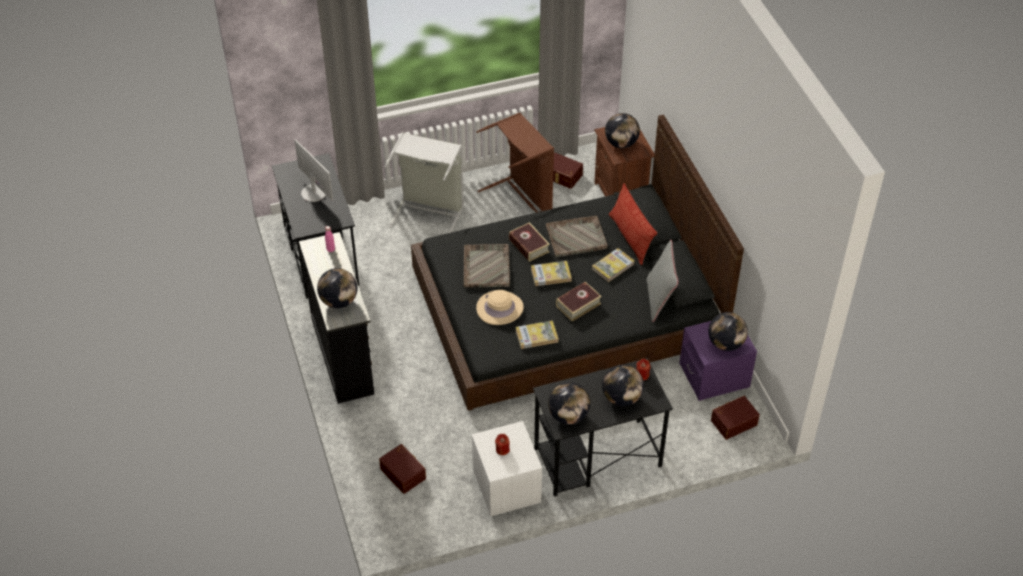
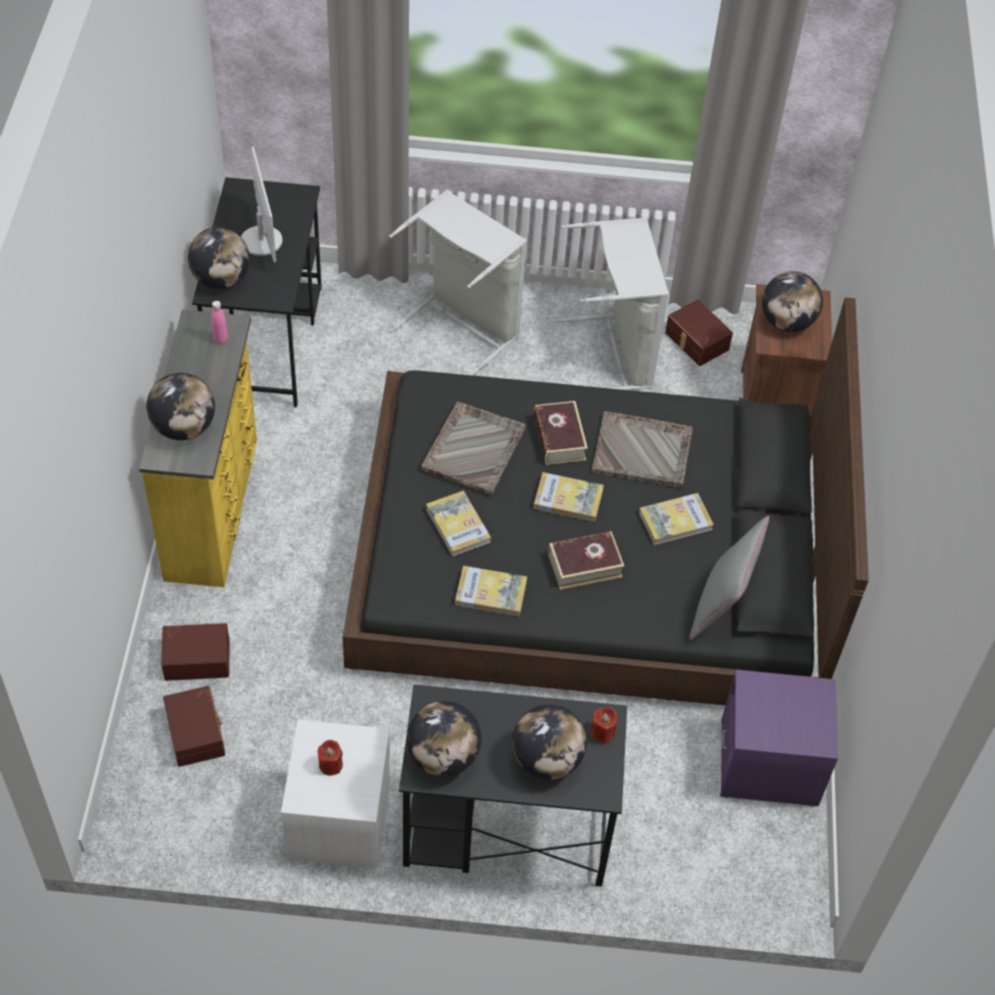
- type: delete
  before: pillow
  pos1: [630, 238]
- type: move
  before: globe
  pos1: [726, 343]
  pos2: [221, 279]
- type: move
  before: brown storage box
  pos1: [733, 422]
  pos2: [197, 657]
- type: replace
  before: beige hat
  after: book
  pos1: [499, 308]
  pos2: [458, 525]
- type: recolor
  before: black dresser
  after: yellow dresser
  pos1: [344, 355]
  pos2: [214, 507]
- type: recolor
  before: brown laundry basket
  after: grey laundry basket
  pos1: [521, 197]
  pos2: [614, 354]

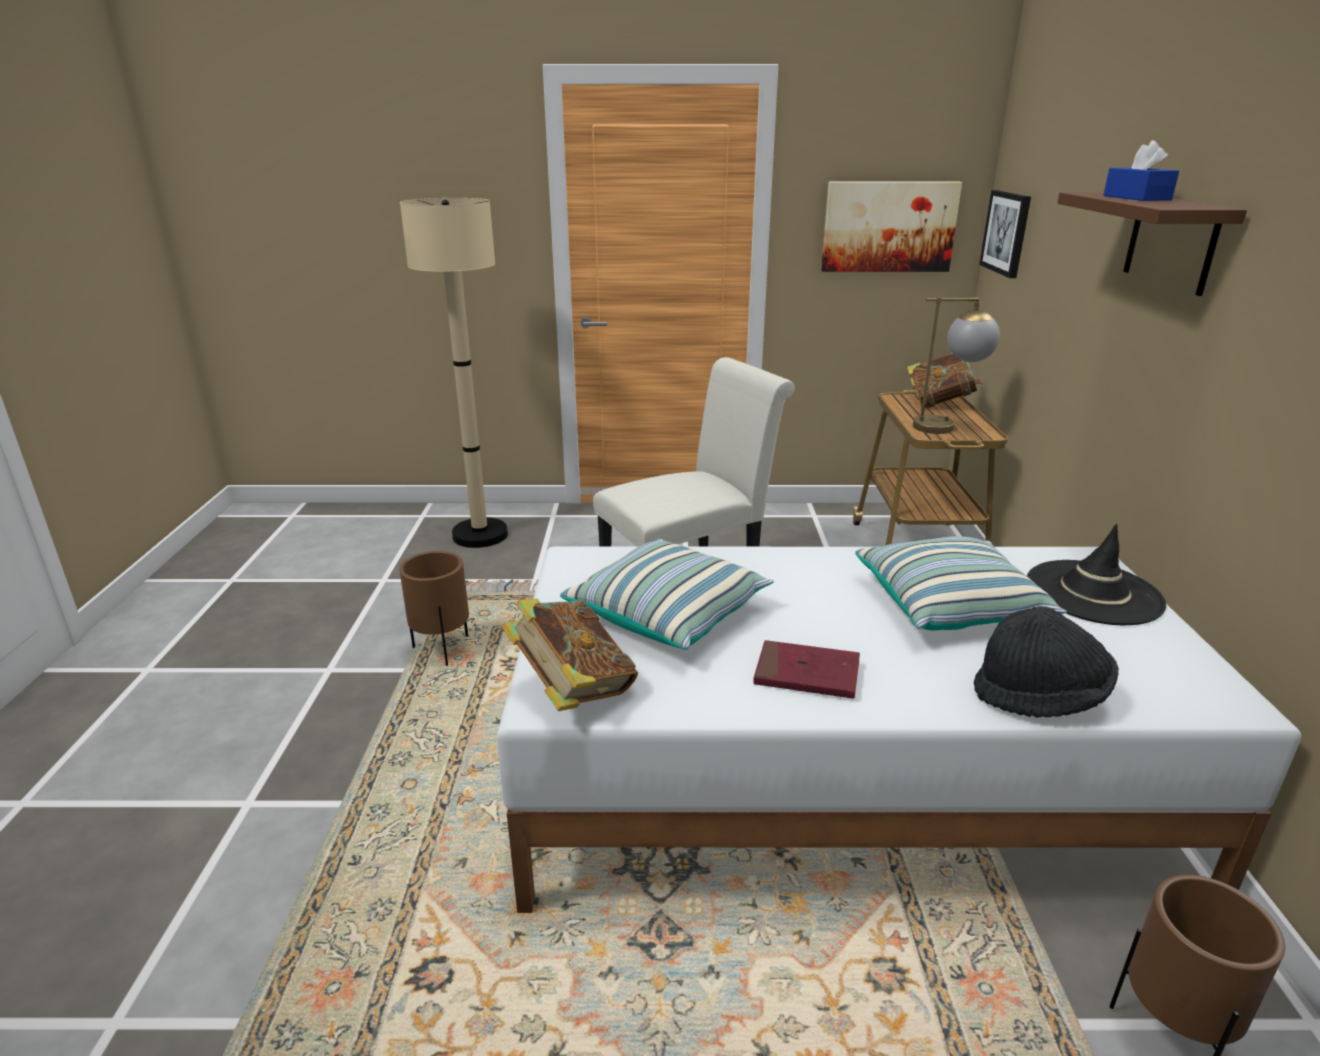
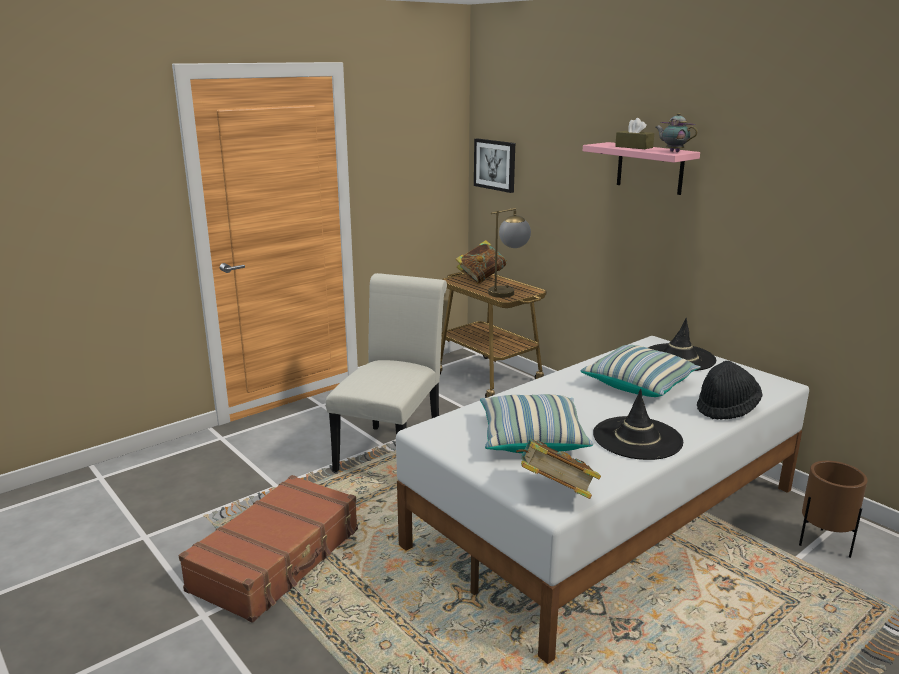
- type: delete
  before: beige floor lamp
  pos1: [480, 535]
- type: delete
  before: picture
  pos1: [888, 227]
- type: insert
  after: teapot
  pos2: [673, 151]
- type: replace
  before: brown planter
  after: brown suitcase
  pos1: [443, 650]
  pos2: [277, 559]
- type: replace
  before: red book
  after: black hat
  pos1: [806, 674]
  pos2: [637, 438]
- type: recolor
  before: brown shelf
  after: pink shelf
  pos1: [1171, 242]
  pos2: [650, 168]
- type: recolor
  before: blue tissue box
  after: brown tissue box
  pos1: [1136, 198]
  pos2: [634, 147]

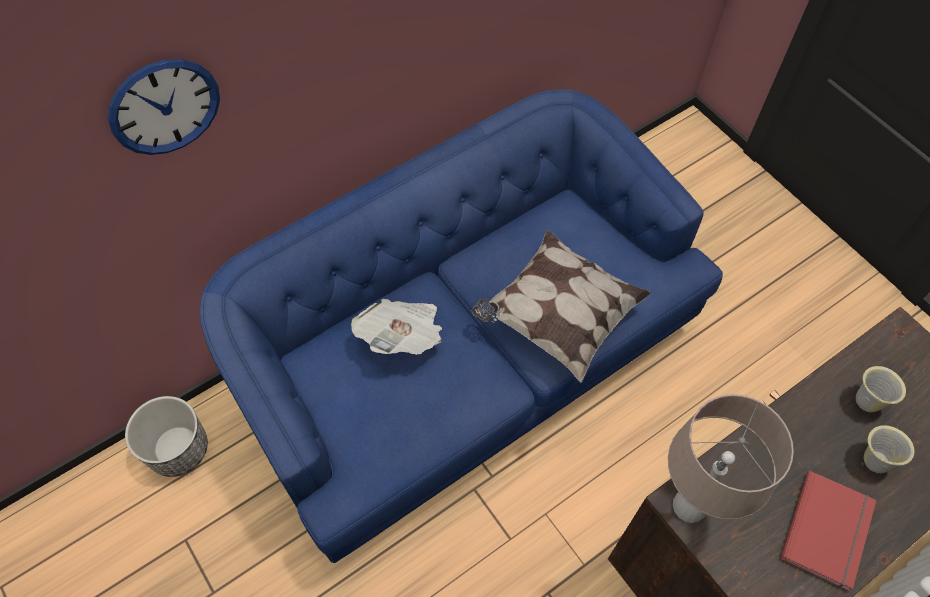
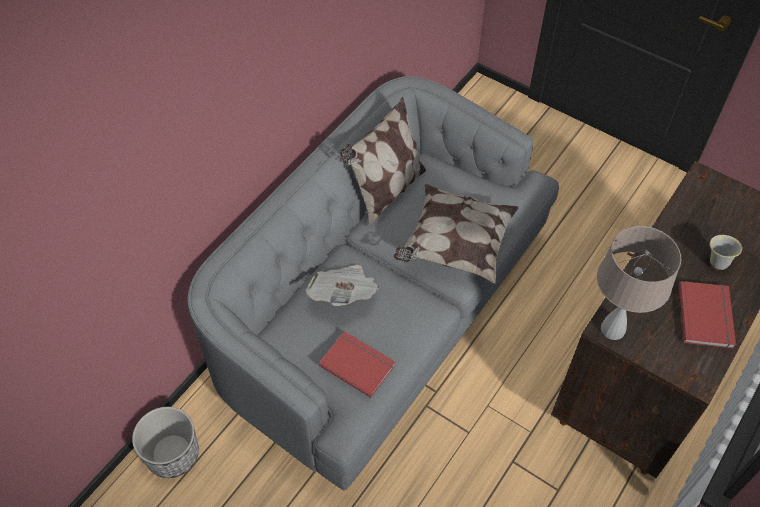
- type: delete
  before: wall clock
  pos1: [164, 107]
- type: delete
  before: beige mug
  pos1: [867, 400]
- type: insert
  after: red book
  pos2: [358, 363]
- type: insert
  after: pillow
  pos2: [385, 192]
- type: recolor
  before: blue sofa
  after: grey sofa
  pos1: [466, 361]
  pos2: [380, 313]

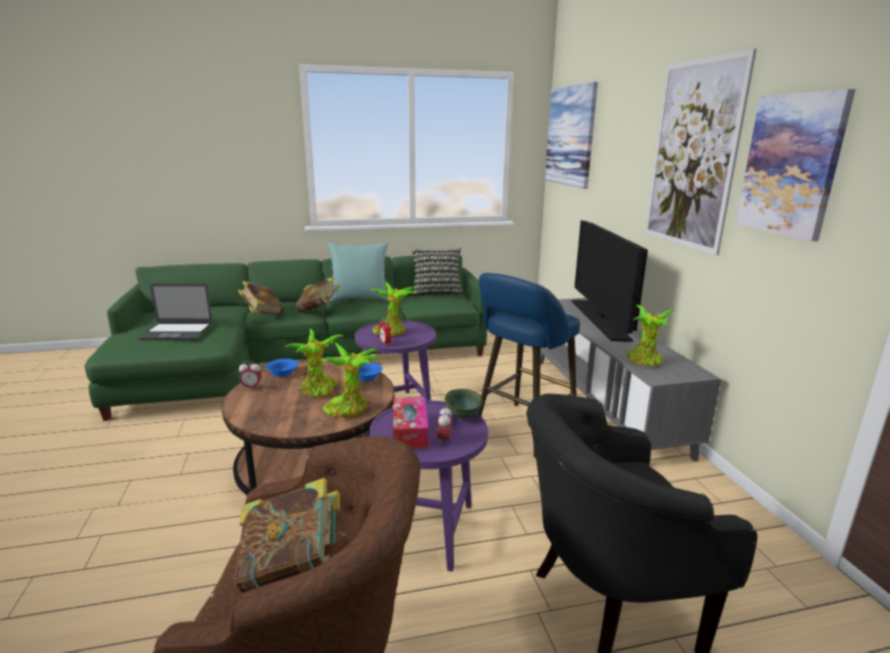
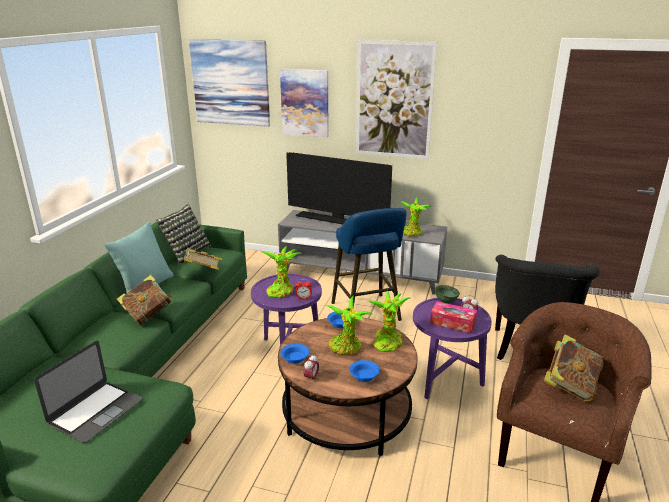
- type: insert
  after: blue bowl
  pos2: [364, 375]
- type: move
  before: book
  pos1: [262, 314]
  pos2: [203, 272]
- type: move
  before: picture
  pos1: [791, 165]
  pos2: [305, 103]

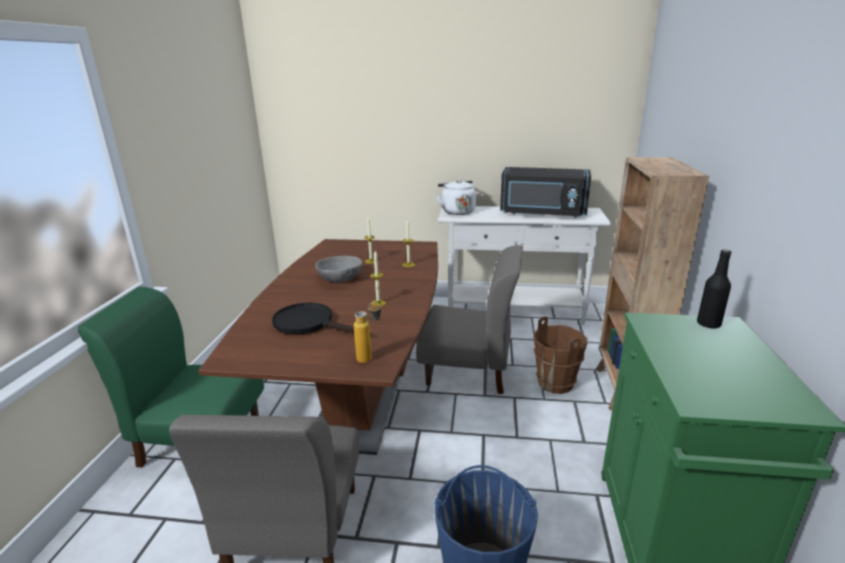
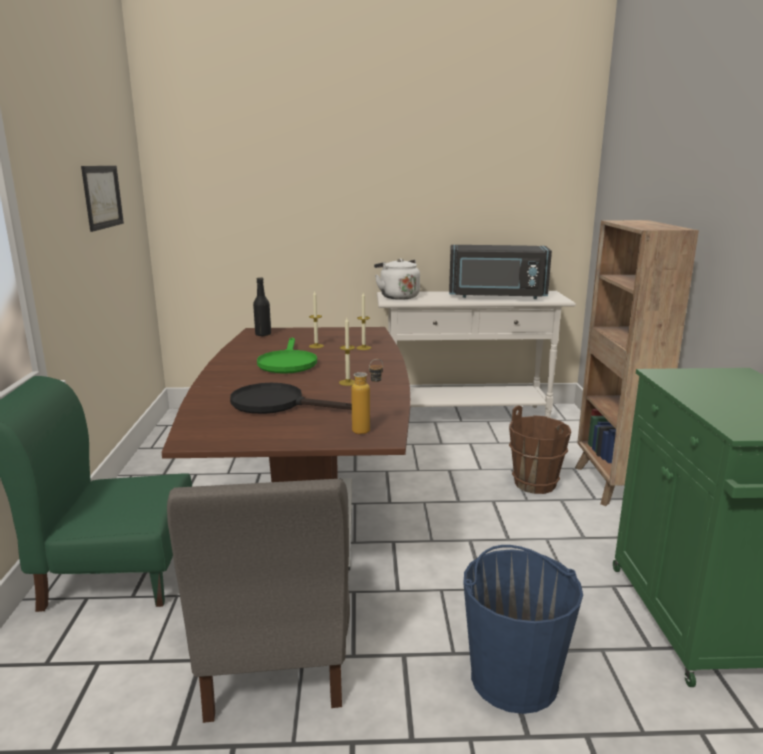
- type: delete
  before: grey chair
  pos1: [468, 370]
- type: insert
  after: picture
  pos2: [102, 197]
- type: move
  before: black bottle
  pos1: [708, 324]
  pos2: [263, 335]
- type: replace
  before: grey bowl
  after: green frying pan
  pos1: [339, 278]
  pos2: [287, 363]

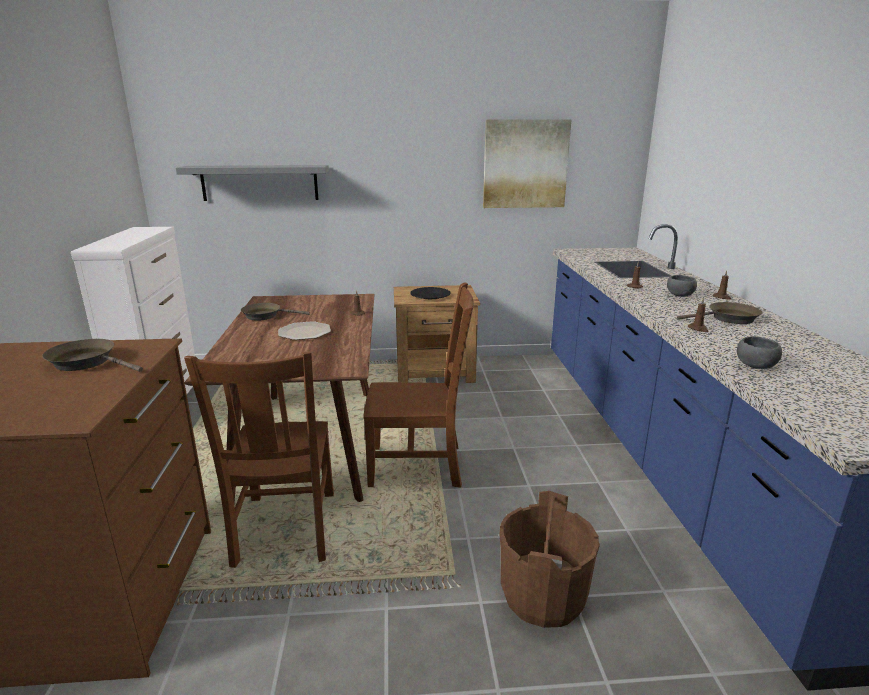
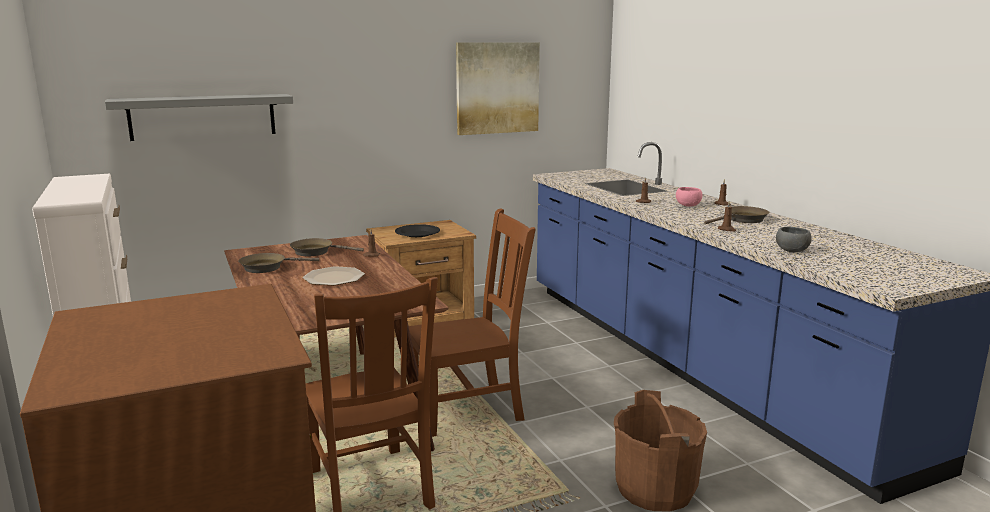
- type: move
  before: brown frying pan
  pos1: [87, 362]
  pos2: [316, 252]
- type: recolor
  before: grey bowl
  after: pink bowl
  pos1: [679, 295]
  pos2: [687, 206]

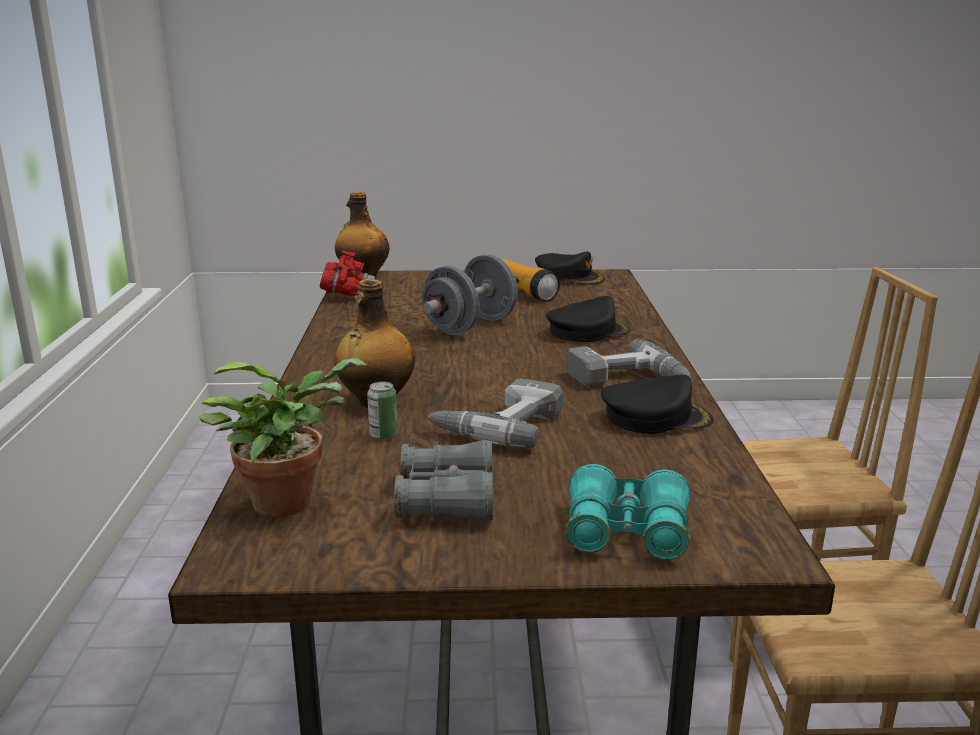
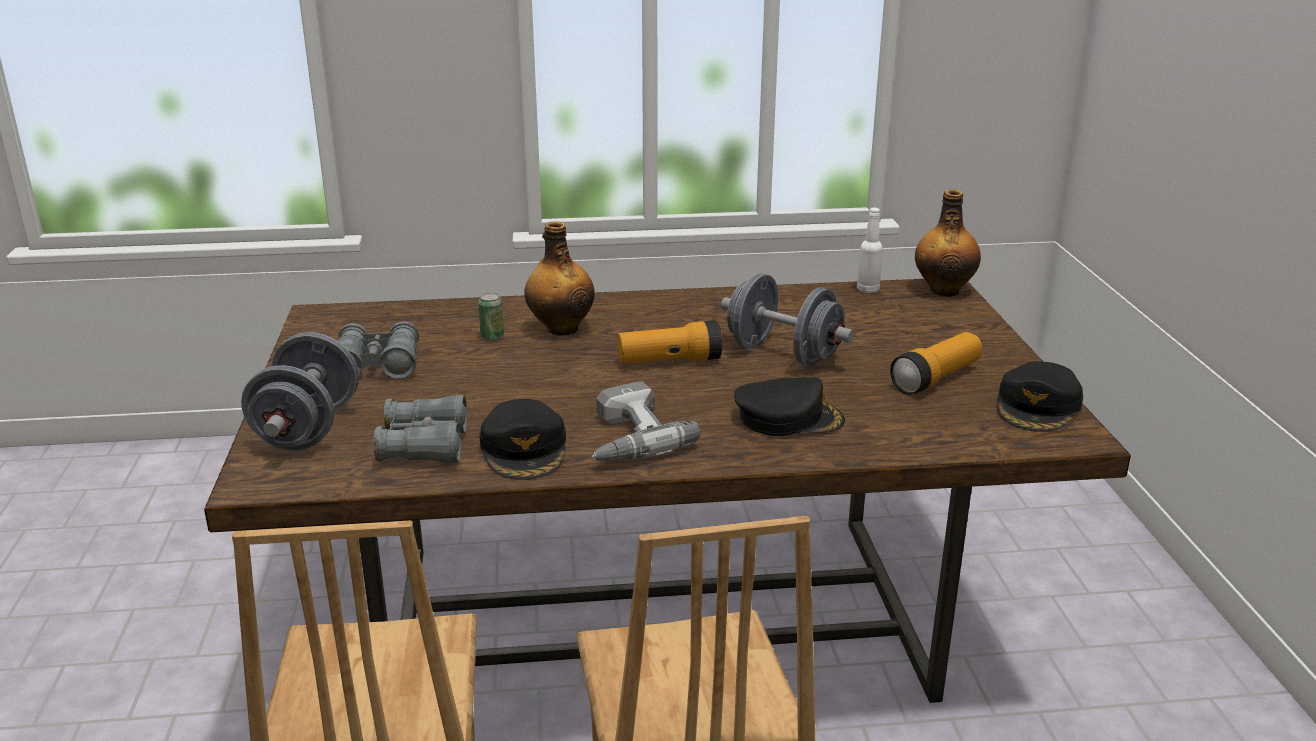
- type: delete
  before: potted plant
  pos1: [290, 500]
- type: delete
  before: power drill
  pos1: [499, 424]
- type: insert
  after: grey binoculars
  pos2: [424, 446]
- type: insert
  after: flashlight
  pos2: [669, 361]
- type: replace
  before: red binoculars
  after: white bottle
  pos1: [348, 294]
  pos2: [868, 290]
- type: replace
  before: turquoise binoculars
  after: grey dumbbell
  pos1: [626, 532]
  pos2: [307, 429]
- type: rotate
  before: black cap
  pos1: [587, 331]
  pos2: [788, 418]
  turn: -60

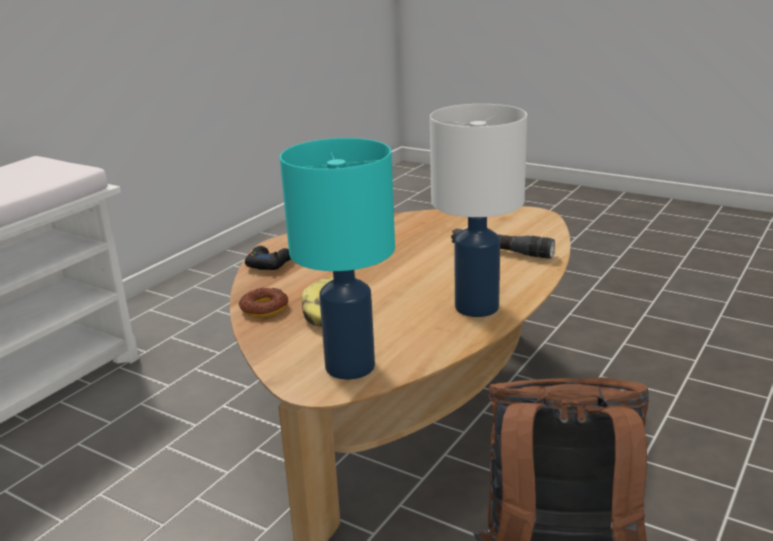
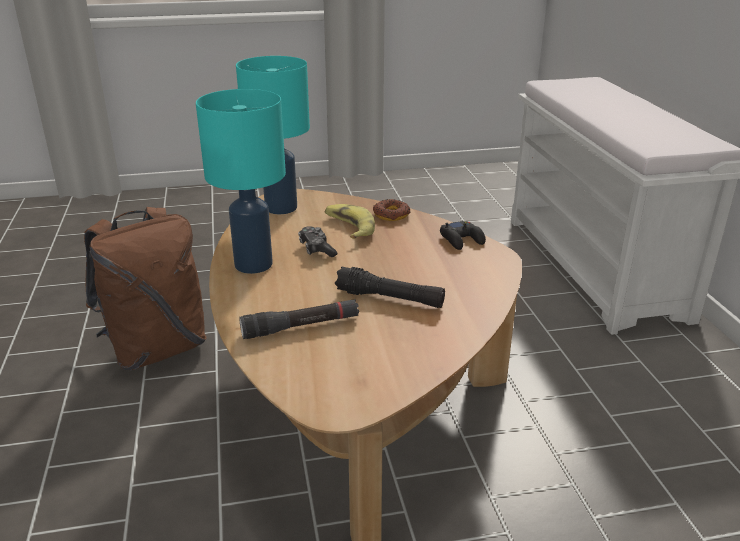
- type: insert
  after: game controller
  pos2: [316, 249]
- type: insert
  after: black flashlight
  pos2: [390, 298]
- type: recolor
  before: white table lamp
  after: turquoise table lamp
  pos1: [476, 306]
  pos2: [254, 265]

